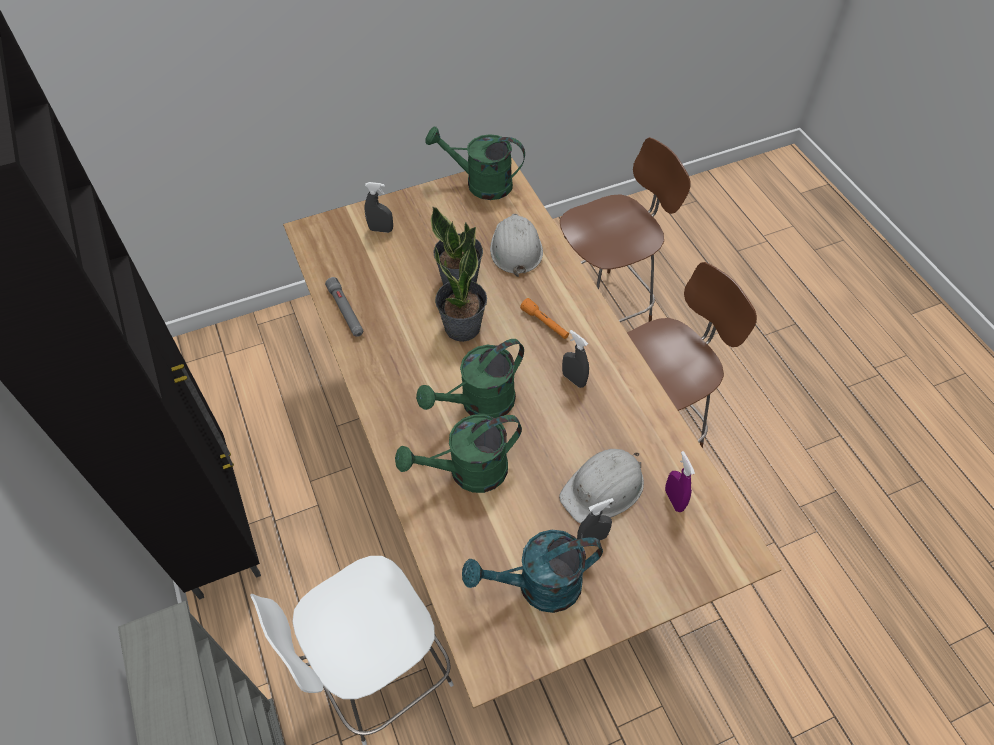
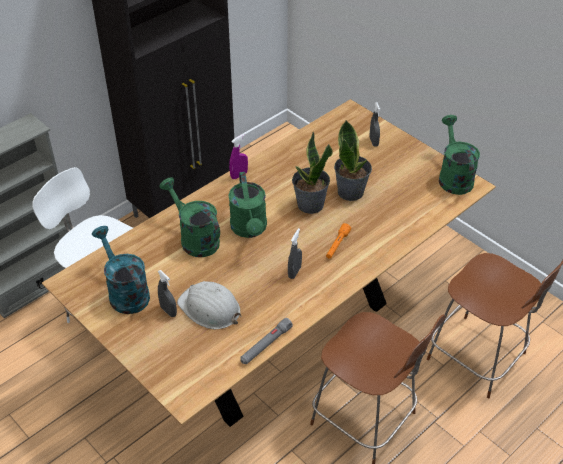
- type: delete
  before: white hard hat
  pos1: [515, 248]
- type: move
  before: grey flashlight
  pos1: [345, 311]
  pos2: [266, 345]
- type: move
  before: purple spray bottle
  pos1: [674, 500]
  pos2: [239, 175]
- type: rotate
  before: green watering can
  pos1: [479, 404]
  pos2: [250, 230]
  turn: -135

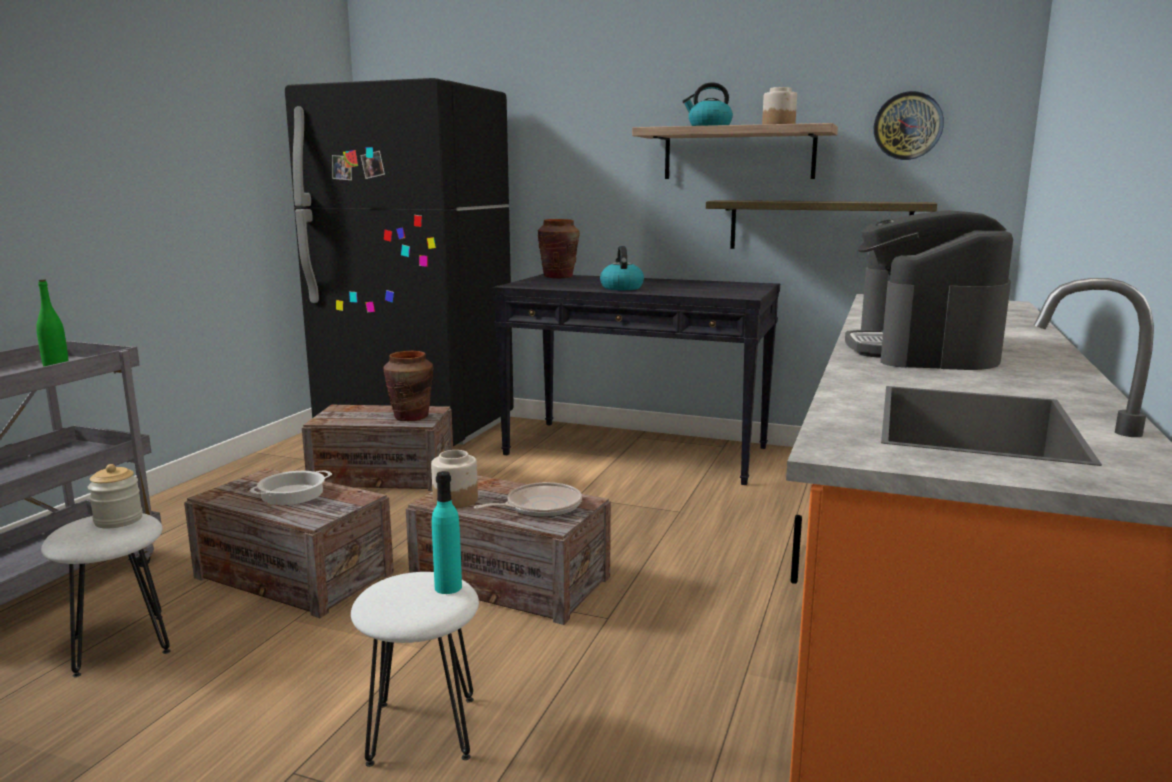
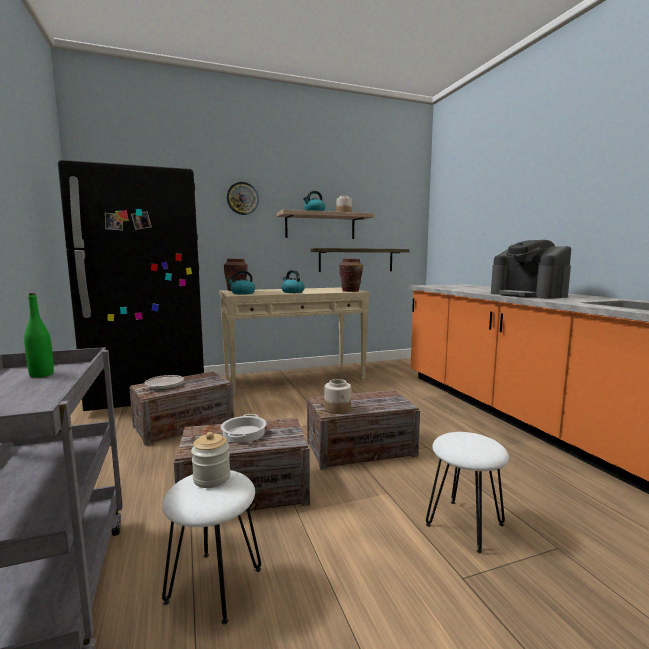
- type: delete
  before: turquoise bottle
  pos1: [448, 587]
- type: insert
  after: kettle
  pos2: [242, 293]
- type: move
  before: brown vase
  pos1: [411, 417]
  pos2: [350, 291]
- type: move
  before: frying pan
  pos1: [540, 507]
  pos2: [162, 386]
- type: move
  before: wall clock
  pos1: [908, 126]
  pos2: [242, 198]
- type: recolor
  before: black console table
  after: beige console table
  pos1: [637, 451]
  pos2: [294, 379]

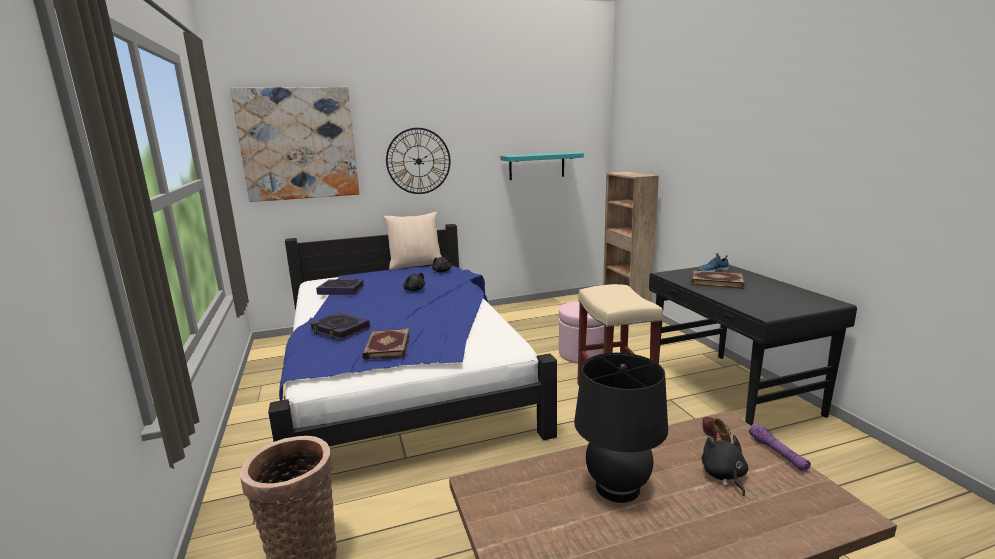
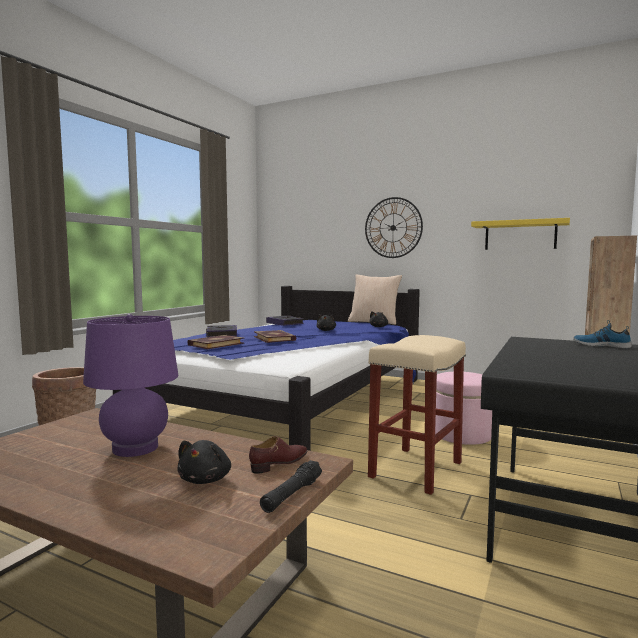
- type: delete
  before: picture
  pos1: [298, 144]
- type: move
  before: book
  pos1: [717, 281]
  pos2: [275, 338]
- type: recolor
  before: turquoise shelf
  after: yellow shelf
  pos1: [537, 166]
  pos2: [520, 235]
- type: recolor
  before: black table lamp
  after: purple table lamp
  pos1: [617, 487]
  pos2: [135, 448]
- type: recolor
  before: purple flashlight
  after: black flashlight
  pos1: [777, 453]
  pos2: [292, 495]
- type: rotate
  before: black plush toy
  pos1: [724, 476]
  pos2: [206, 479]
  turn: 150

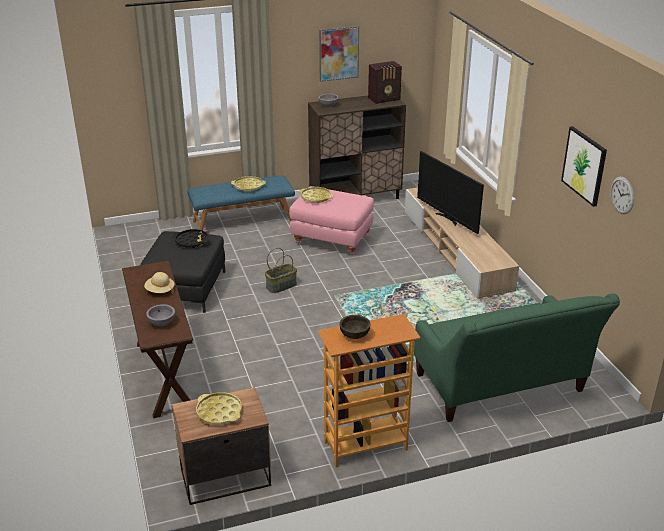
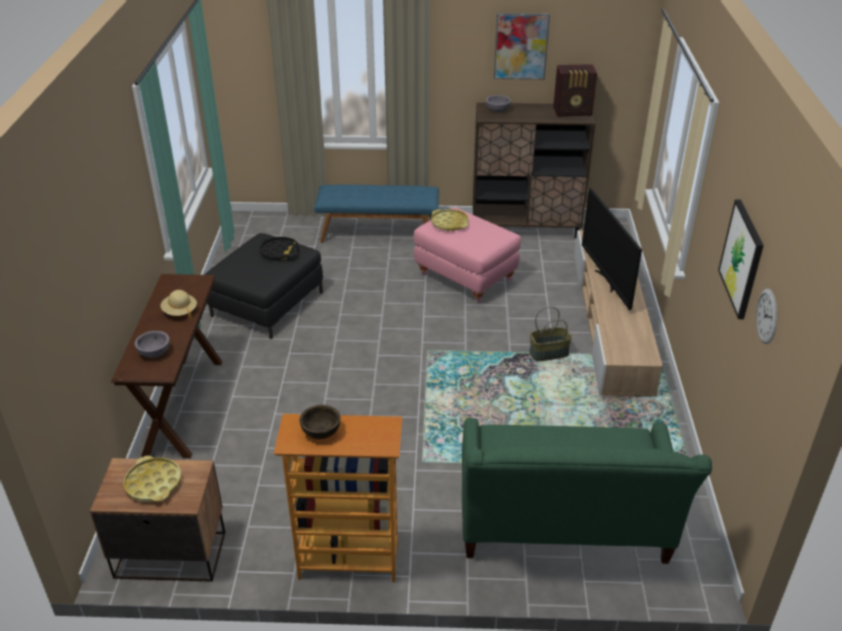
- type: delete
  before: yellow tray
  pos1: [248, 186]
- type: move
  before: basket
  pos1: [281, 286]
  pos2: [549, 353]

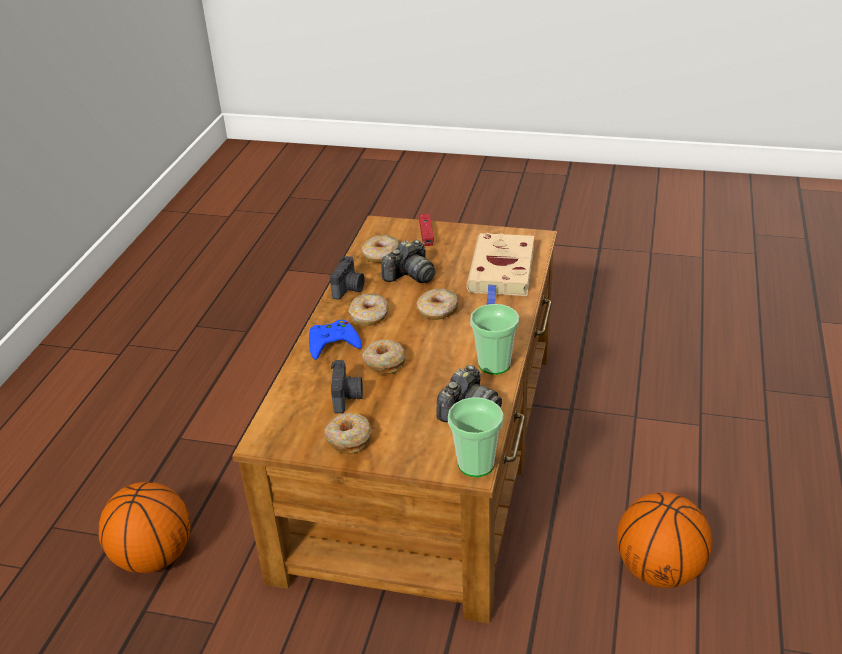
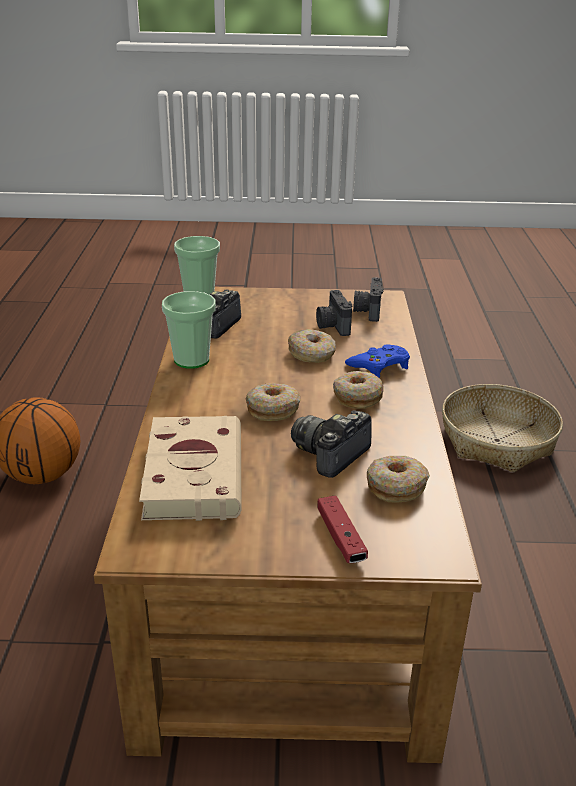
- type: delete
  before: donut
  pos1: [349, 439]
- type: move
  before: photo camera
  pos1: [349, 289]
  pos2: [367, 311]
- type: replace
  before: basketball
  after: basket
  pos1: [154, 557]
  pos2: [497, 441]

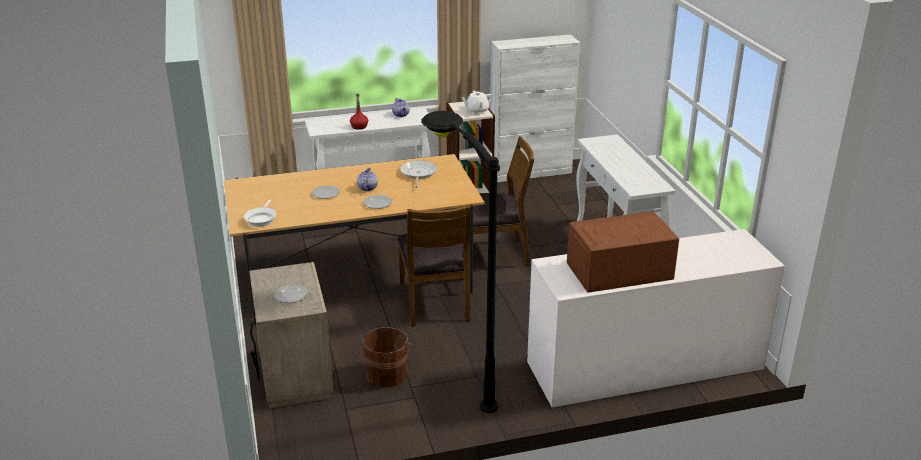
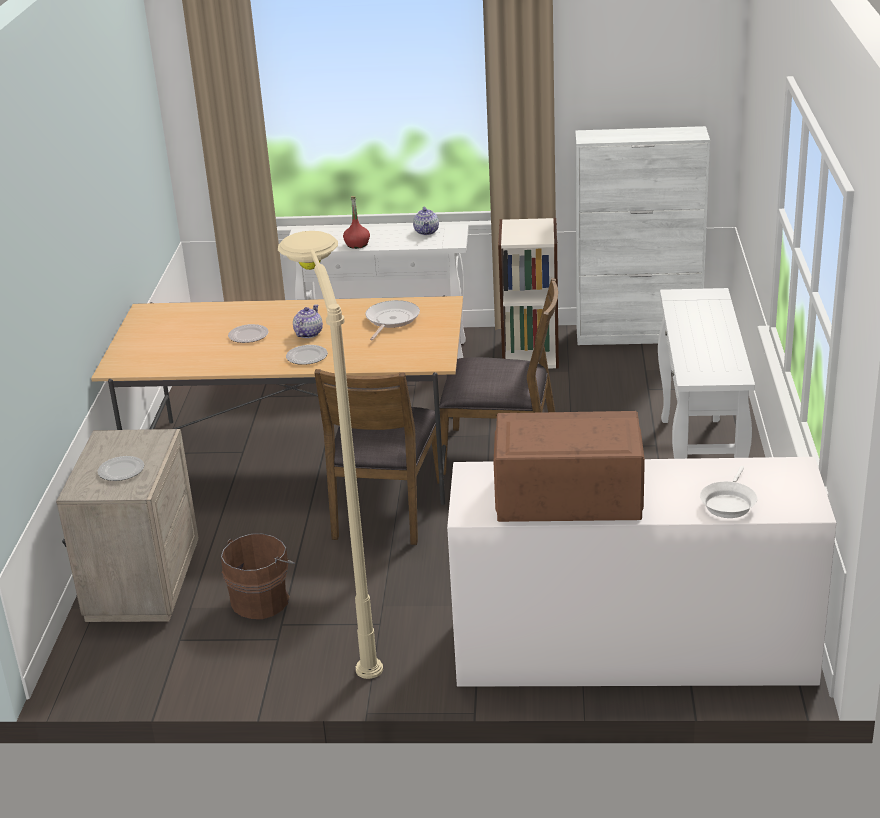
- type: delete
  before: white teapot
  pos1: [477, 111]
- type: move
  before: white frying pan
  pos1: [261, 219]
  pos2: [728, 503]
- type: recolor
  before: black floor lamp
  after: beige floor lamp
  pos1: [456, 376]
  pos2: [352, 619]

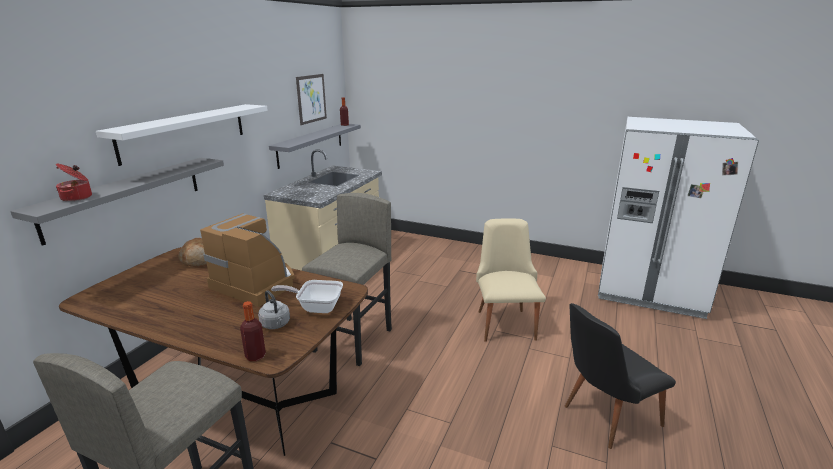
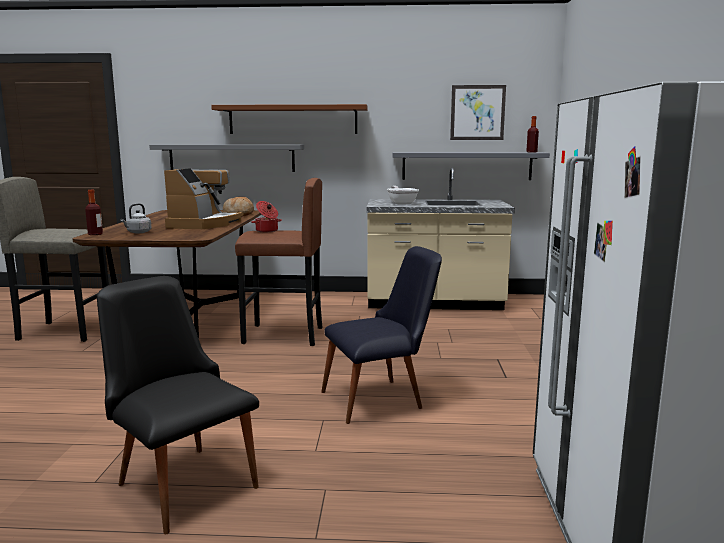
- type: move
  before: cooking pot
  pos1: [77, 197]
  pos2: [267, 231]
- type: move
  before: frying pan
  pos1: [316, 307]
  pos2: [401, 203]
- type: recolor
  before: white shelf
  after: brown shelf
  pos1: [185, 131]
  pos2: [293, 120]
- type: recolor
  before: grey stool
  after: brown stool
  pos1: [354, 340]
  pos2: [283, 335]
- type: recolor
  before: beige chair
  after: black chair
  pos1: [505, 321]
  pos2: [381, 399]

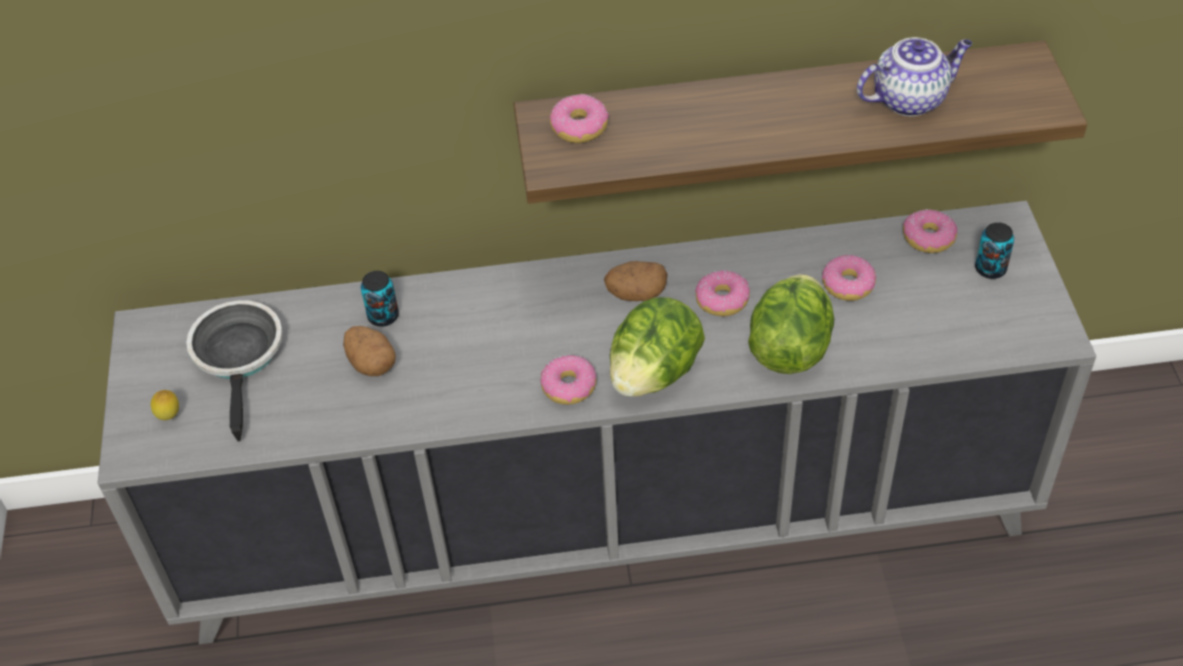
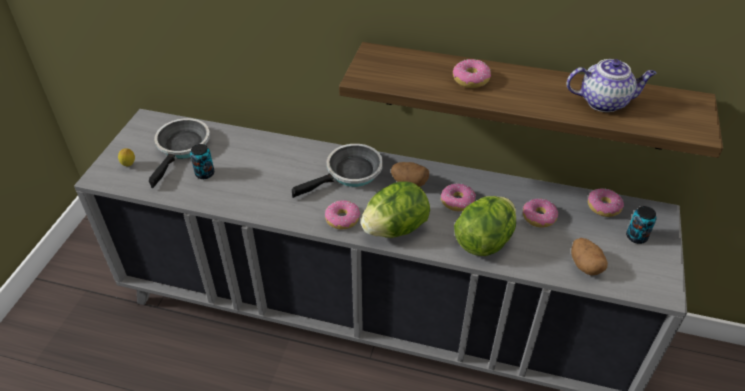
- type: insert
  after: frying pan
  pos2: [350, 174]
- type: move
  before: potato
  pos1: [371, 363]
  pos2: [585, 265]
- type: move
  before: can
  pos1: [383, 316]
  pos2: [205, 173]
- type: move
  before: donut
  pos1: [579, 127]
  pos2: [470, 79]

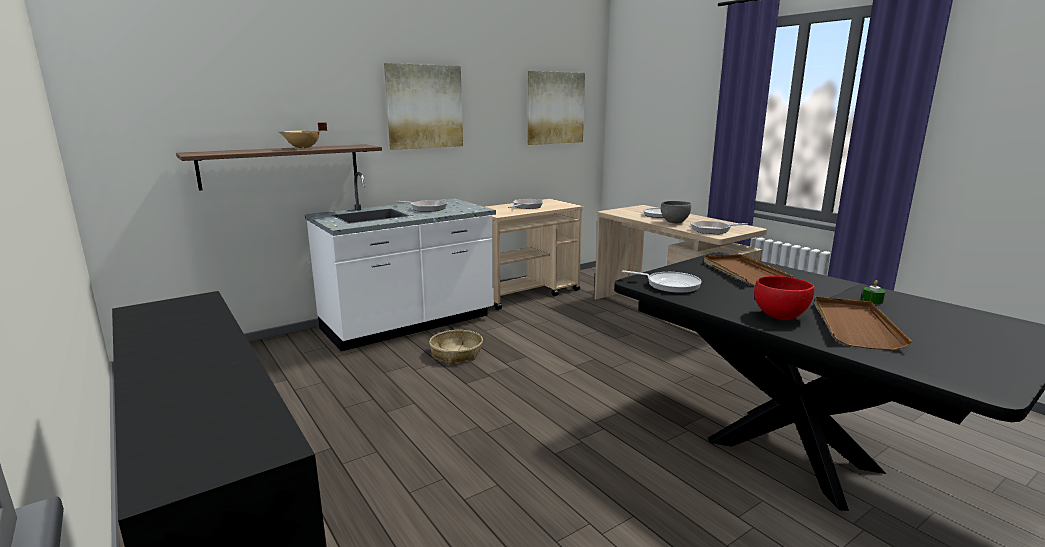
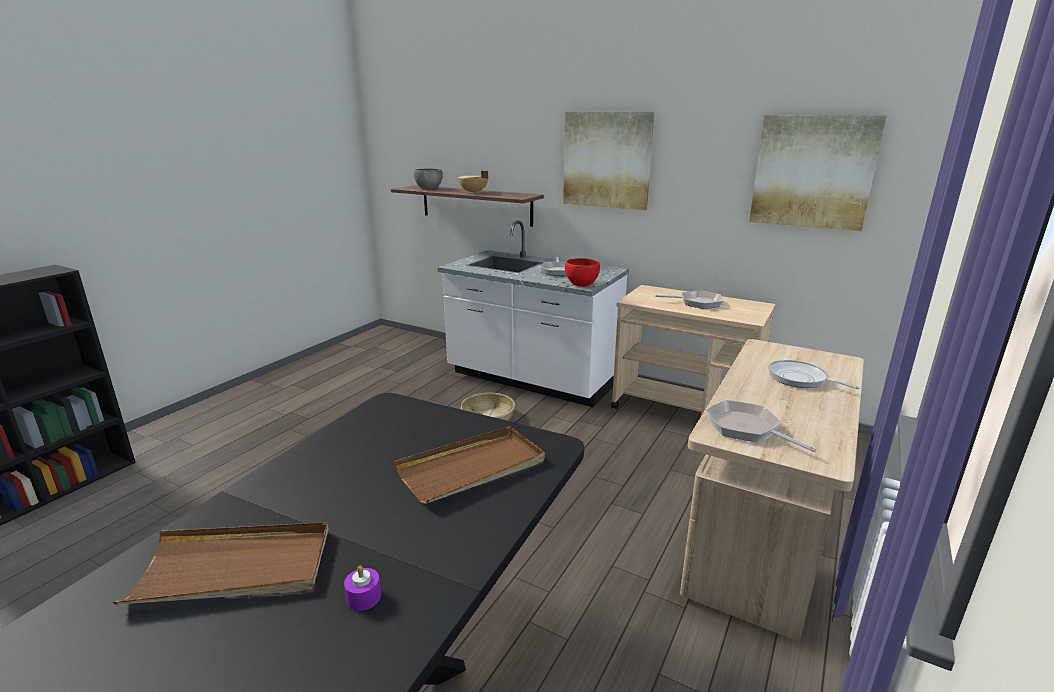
- type: delete
  before: frying pan
  pos1: [669, 285]
- type: move
  before: grey bowl
  pos1: [674, 222]
  pos2: [429, 189]
- type: move
  before: red bowl
  pos1: [780, 316]
  pos2: [581, 284]
- type: recolor
  before: green candle
  after: purple candle
  pos1: [872, 301]
  pos2: [364, 597]

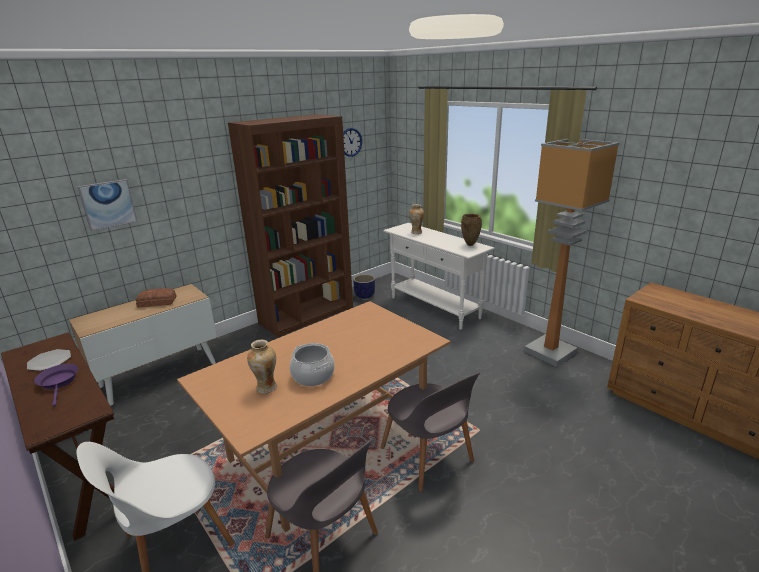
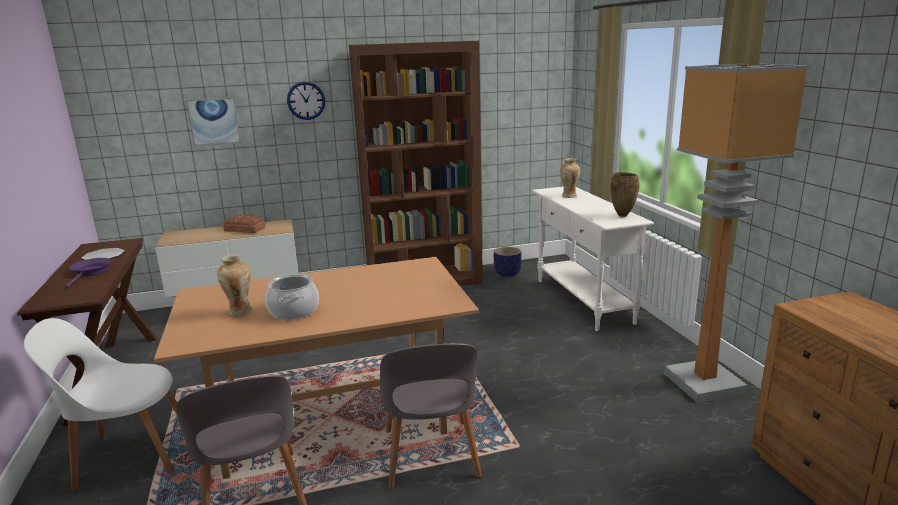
- type: move
  before: wall clock
  pos1: [350, 142]
  pos2: [306, 100]

